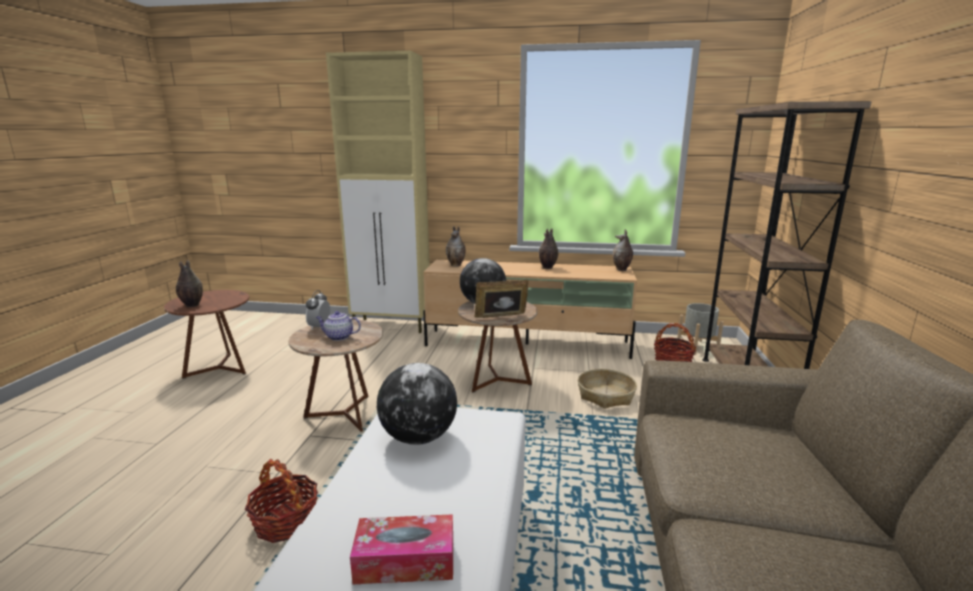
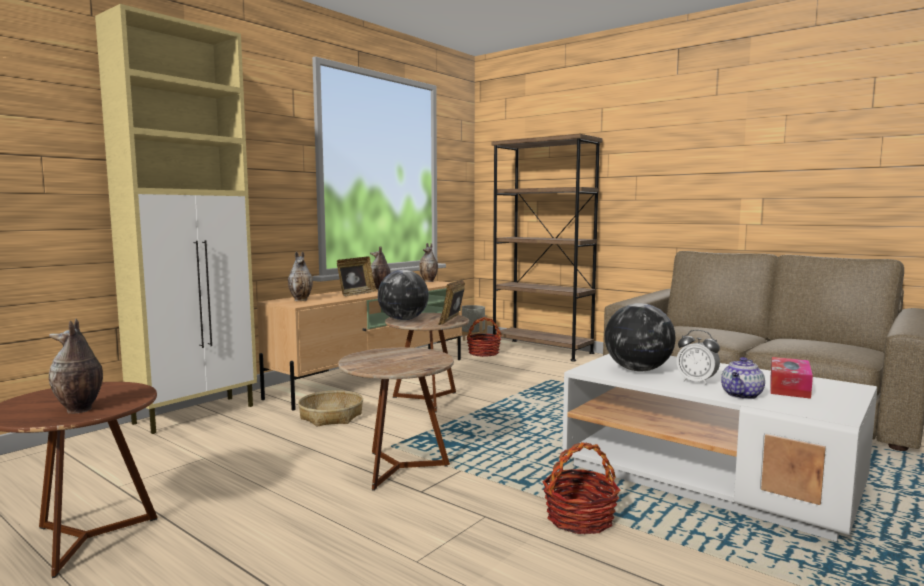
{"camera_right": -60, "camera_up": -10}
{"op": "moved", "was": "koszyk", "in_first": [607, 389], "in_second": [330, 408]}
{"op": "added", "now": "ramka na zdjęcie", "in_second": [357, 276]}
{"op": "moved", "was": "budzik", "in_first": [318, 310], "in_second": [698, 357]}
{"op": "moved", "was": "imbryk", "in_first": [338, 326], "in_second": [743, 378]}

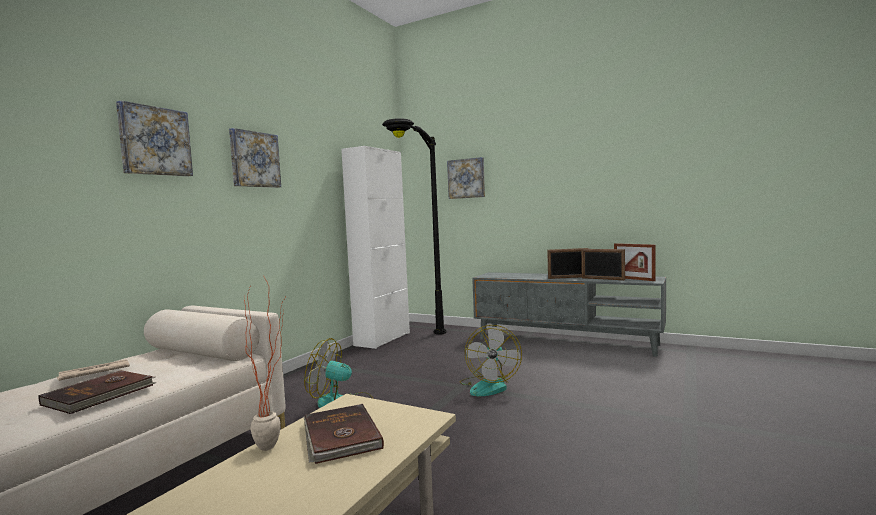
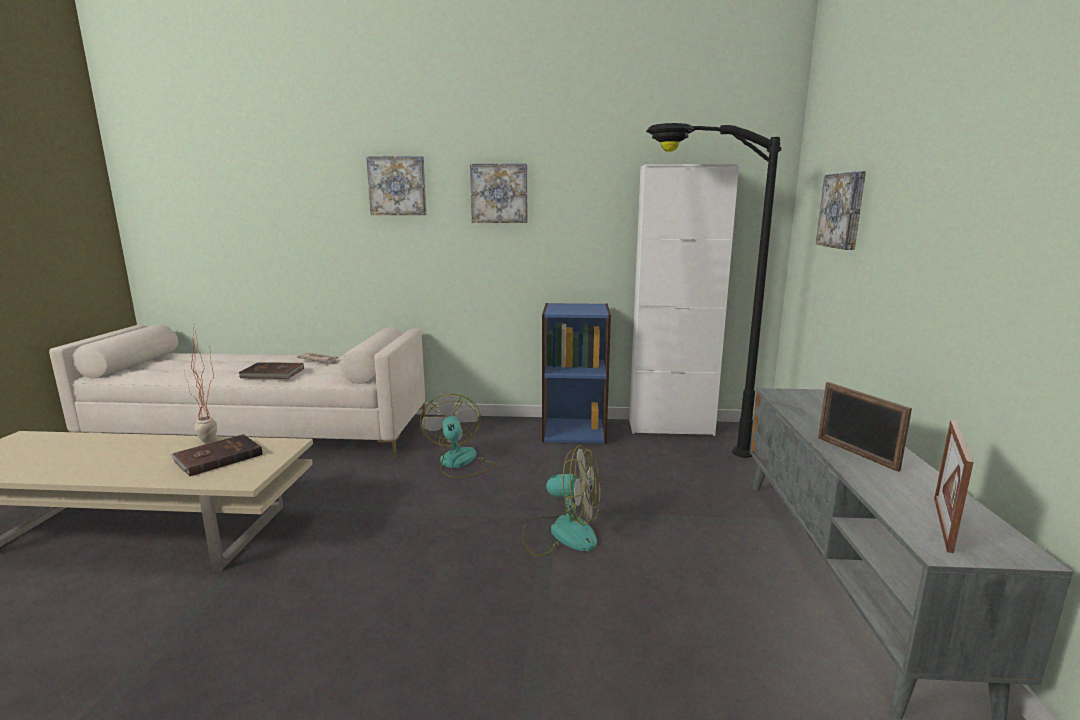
{"camera_right": 65, "camera_up": 10}
{"op": "turned", "was": "wentylator", "in_first": [491, 360], "in_second": [560, 500], "clockwise": -150}
{"op": "added", "now": "regał [niebieski]", "in_second": [576, 373]}
{"op": "removed", "was": "ramka na zdjęcie", "in_first": [603, 264]}

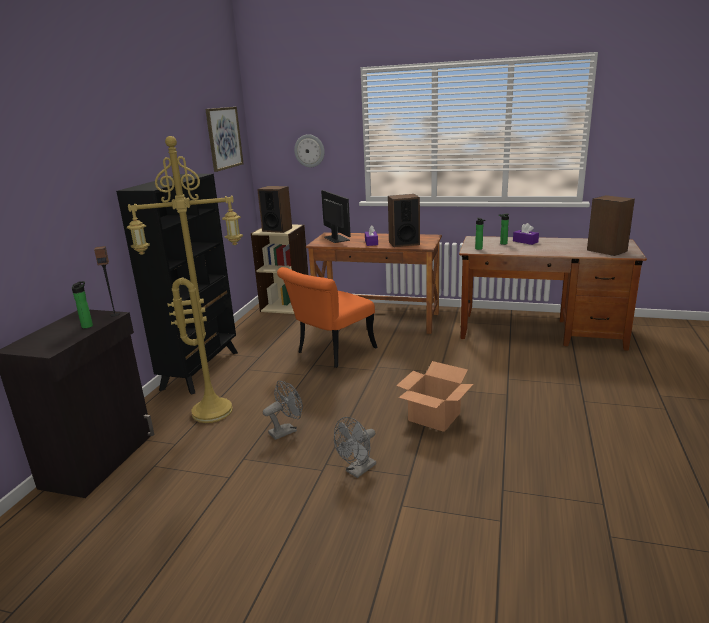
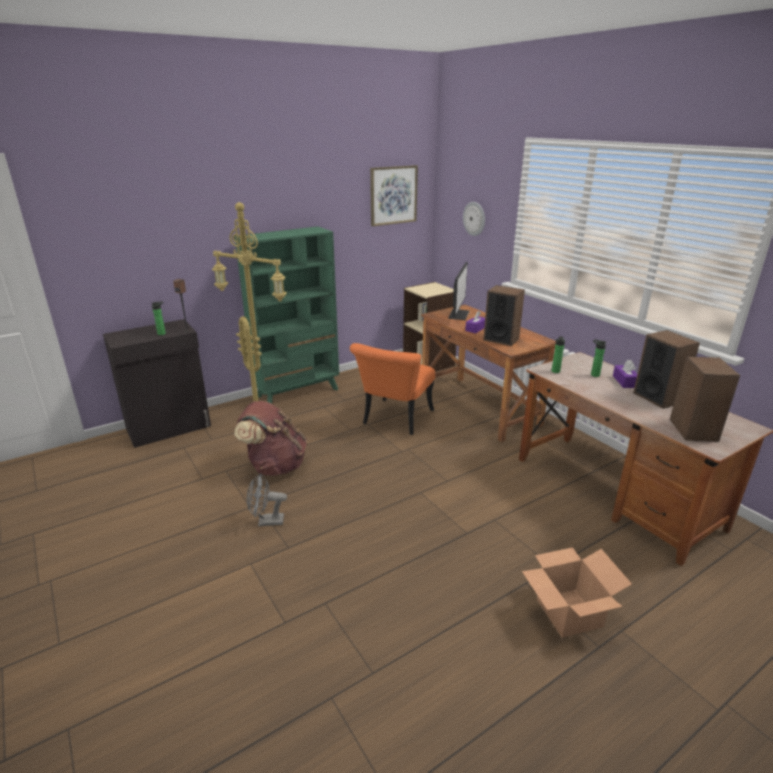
{"camera_right": 40, "camera_up": 5}
{"op": "recoloured", "was": "regał [czarny]", "now": "regał [zielony]", "in_first": [177, 284], "in_second": [287, 315]}
{"op": "replaced", "was": "wentylator [szary]", "now": "plecak [brązowy]", "in_first": [283, 410], "in_second": [271, 438]}
{"op": "turned", "was": "krzesło [pomarańczowy]", "in_first": [327, 317], "in_second": [392, 389], "clockwise": -60}
{"op": "moved", "was": "karton", "in_first": [434, 396], "in_second": [577, 592]}
{"op": "moved", "was": "głośnik", "in_first": [274, 209], "in_second": [666, 369]}

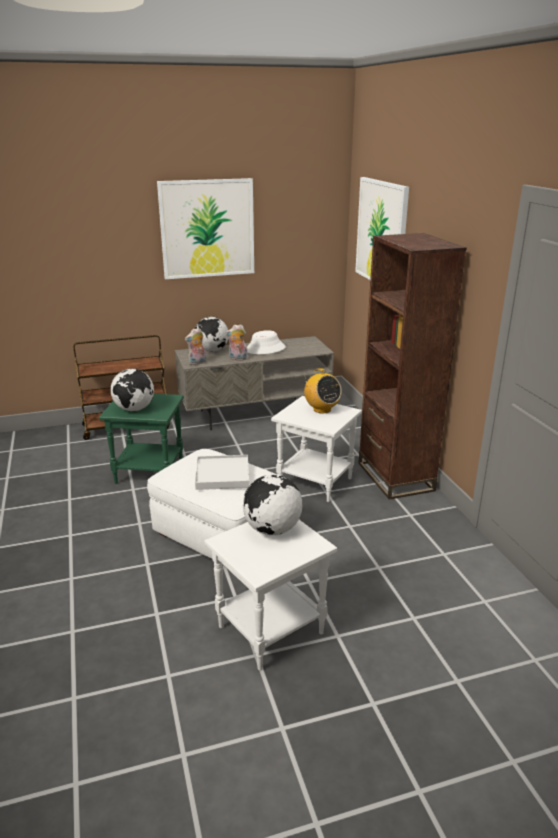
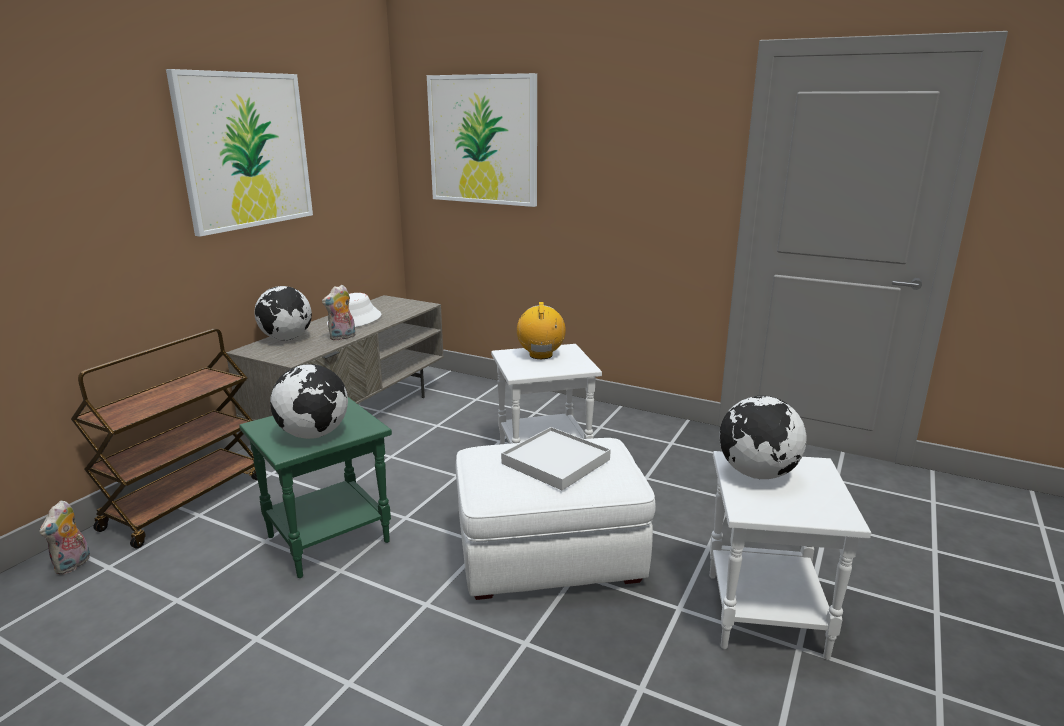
{"camera_right": -45, "camera_up": -5}
{"op": "moved", "was": "pluszak", "in_first": [195, 346], "in_second": [65, 537]}
{"op": "turned", "was": "radio", "in_first": [323, 390], "in_second": [541, 330], "clockwise": -105}
{"op": "removed", "was": "regał [brązowy]", "in_first": [412, 366]}

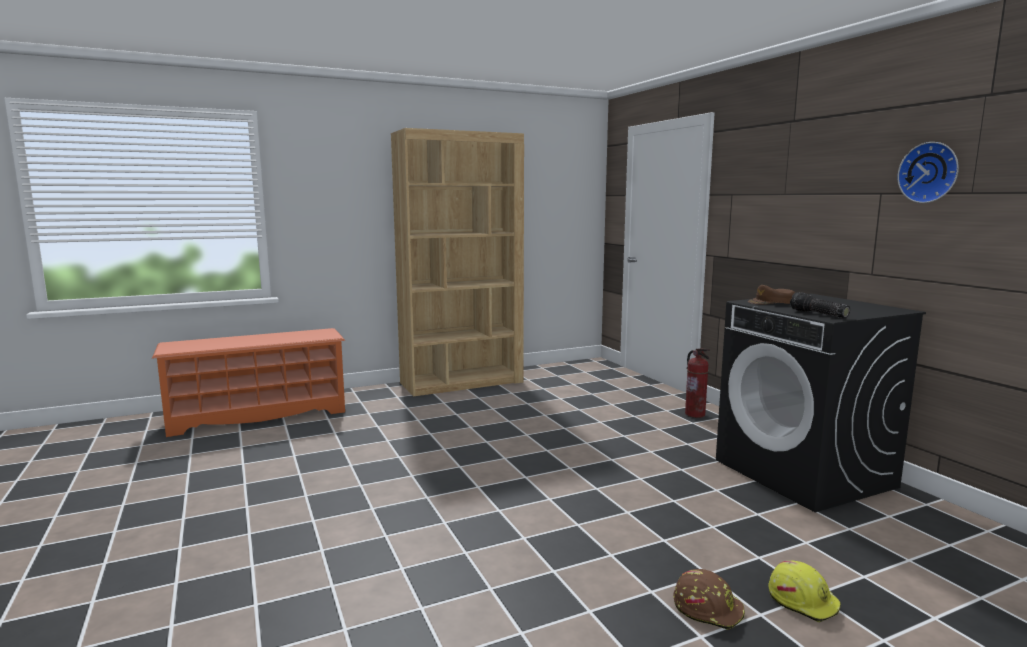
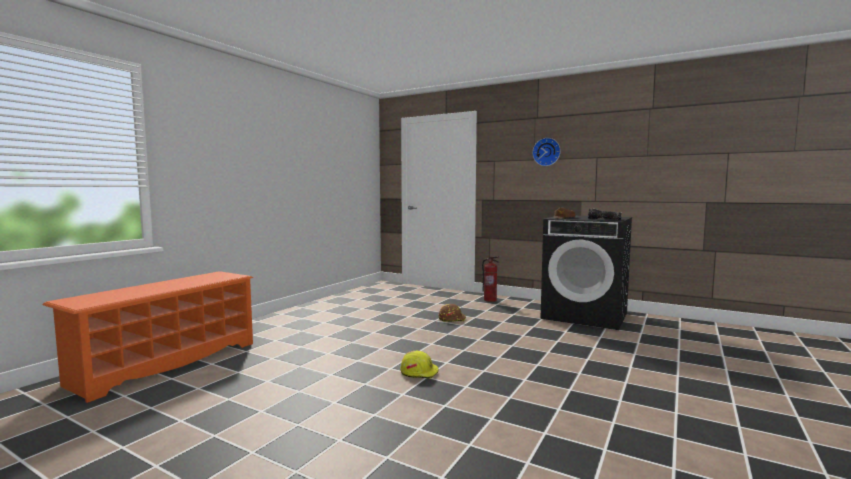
{"camera_right": -35, "camera_up": -5}
{"op": "moved", "was": "kask [żółty]", "in_first": [804, 591], "in_second": [419, 365]}
{"op": "moved", "was": "kask [brązowy]", "in_first": [709, 599], "in_second": [452, 313]}
{"op": "moved", "was": "zegar ścienny", "in_first": [928, 172], "in_second": [546, 152]}
{"op": "removed", "was": "regał [brązowy]", "in_first": [457, 262]}

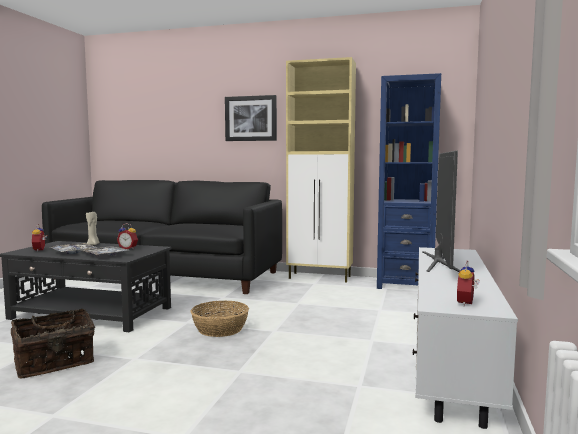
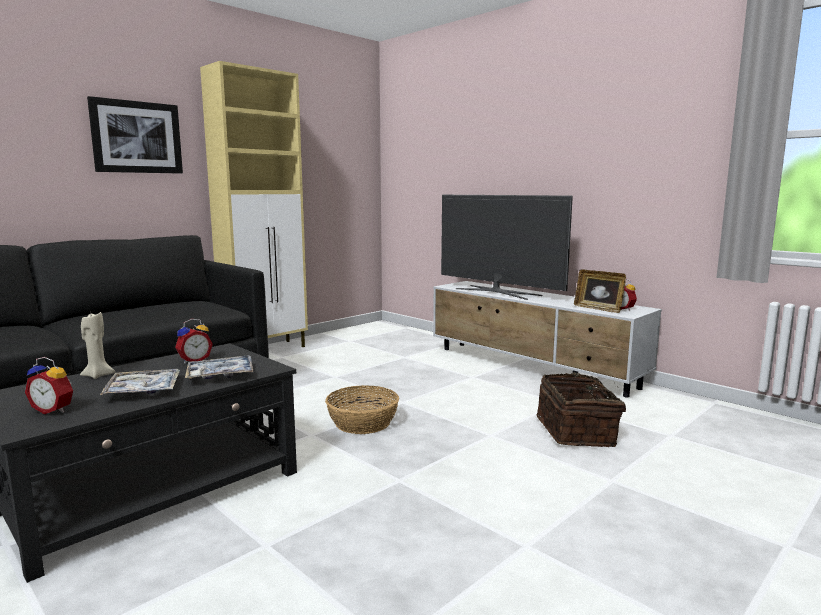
{"camera_right": -60, "camera_up": 5}
{"op": "moved", "was": "koszyk", "in_first": [53, 343], "in_second": [581, 409]}
{"op": "added", "now": "ramka na zdjęcie", "in_second": [600, 291]}
{"op": "removed", "was": "regał [niebieski]", "in_first": [409, 181]}

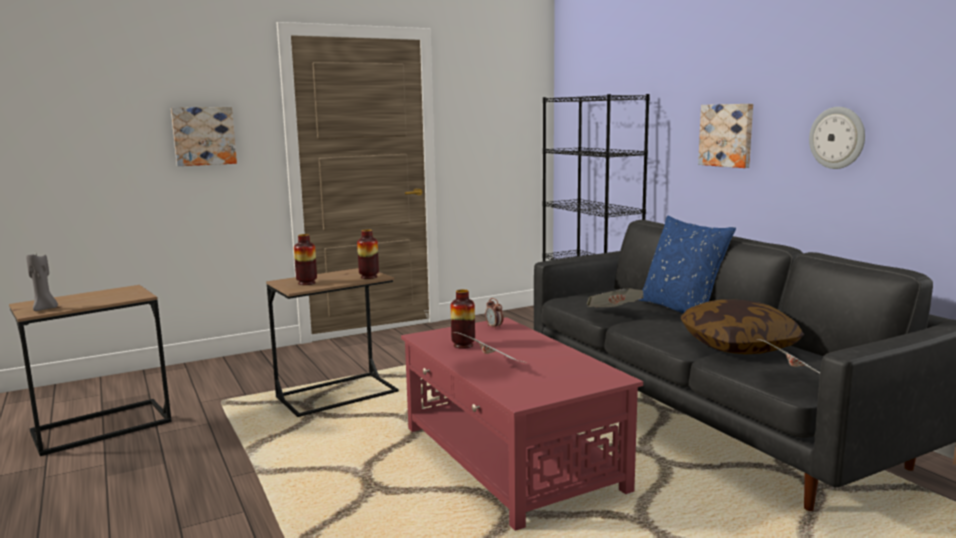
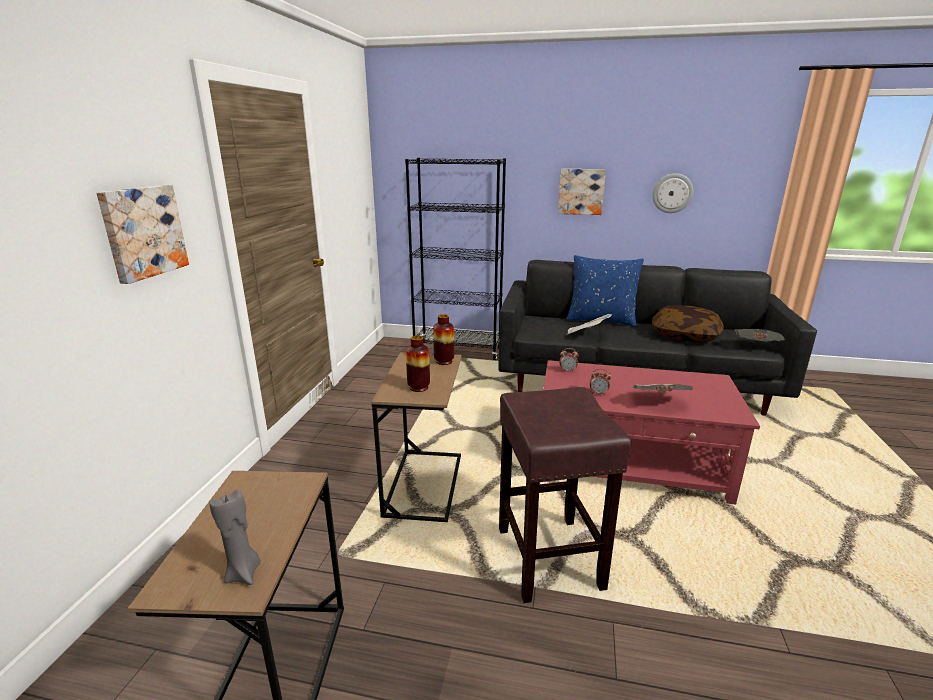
{"camera_right": -50, "camera_up": 10}
{"op": "added", "now": "stołek [brązowy]", "in_second": [565, 495]}
{"op": "replaced", "was": "wazon", "now": "budzik", "in_first": [463, 319], "in_second": [600, 382]}

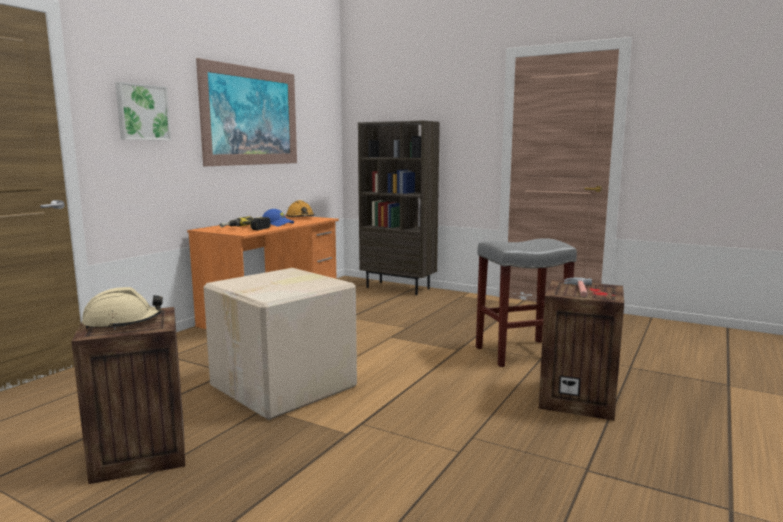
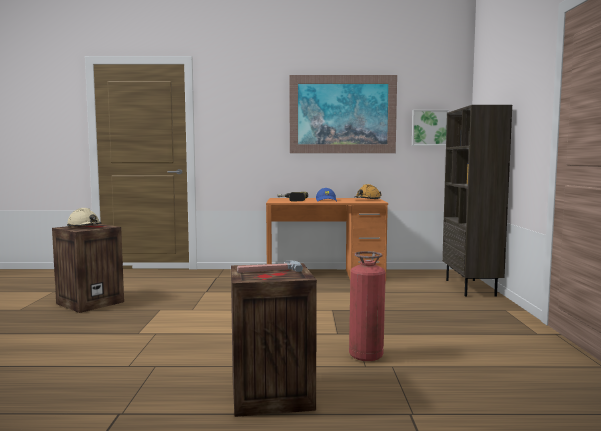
{"camera_right": 60, "camera_up": -5}
{"op": "replaced", "was": "stołek [szary]", "now": "gaśnica", "in_first": [526, 302], "in_second": [367, 306]}
{"op": "moved", "was": "obraz", "in_first": [143, 111], "in_second": [430, 128]}
{"op": "removed", "was": "karton", "in_first": [280, 344]}

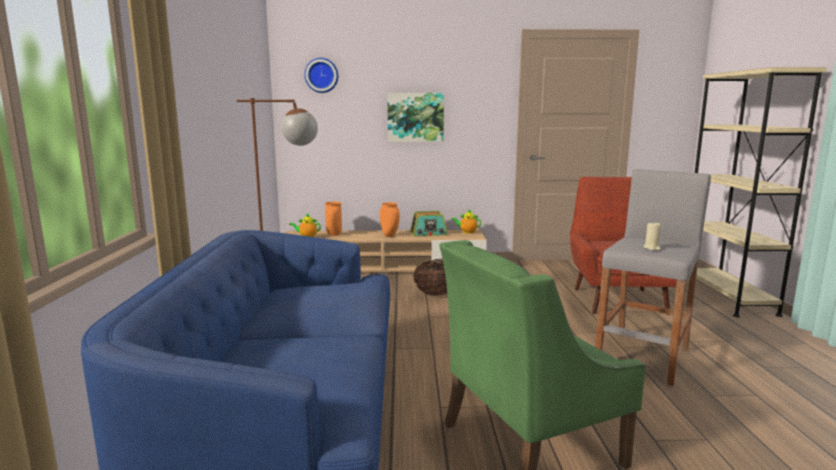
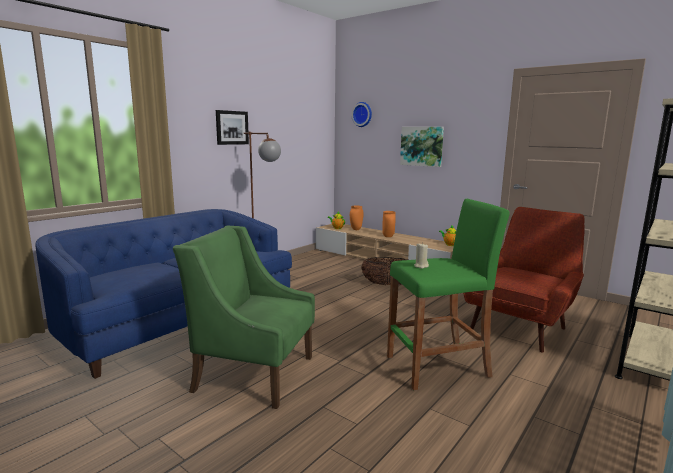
{"camera_right": 40, "camera_up": 0}
{"op": "added", "now": "obraz", "in_second": [232, 127]}
{"op": "recoloured", "was": "stołek [szary]", "now": "stołek [zielony]", "in_first": [653, 277], "in_second": [448, 294]}
{"op": "removed", "was": "radio", "in_first": [428, 224]}

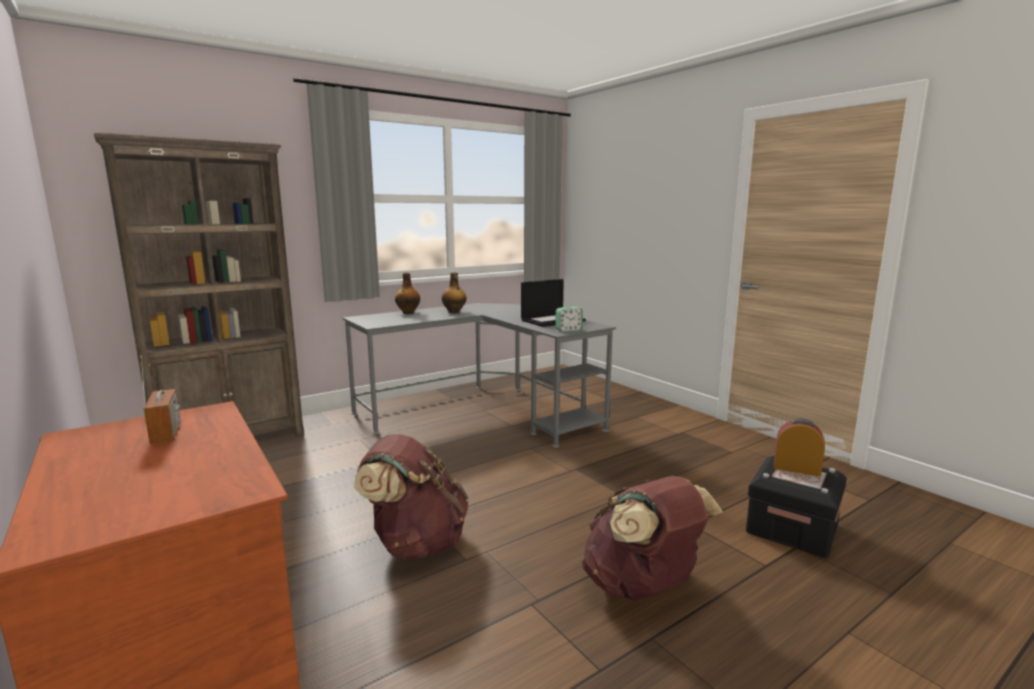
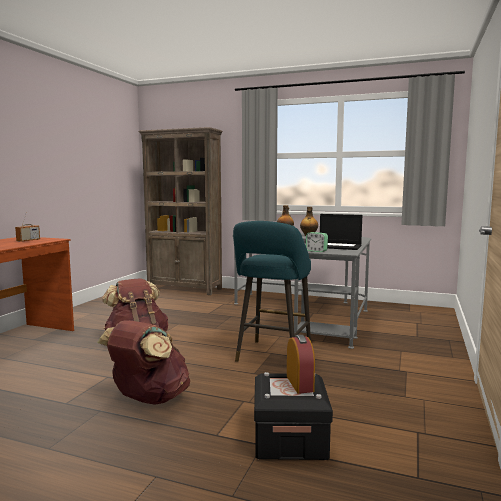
{"camera_right": 55, "camera_up": -5}
{"op": "added", "now": "stołek [turkusowy]", "in_second": [272, 291]}

